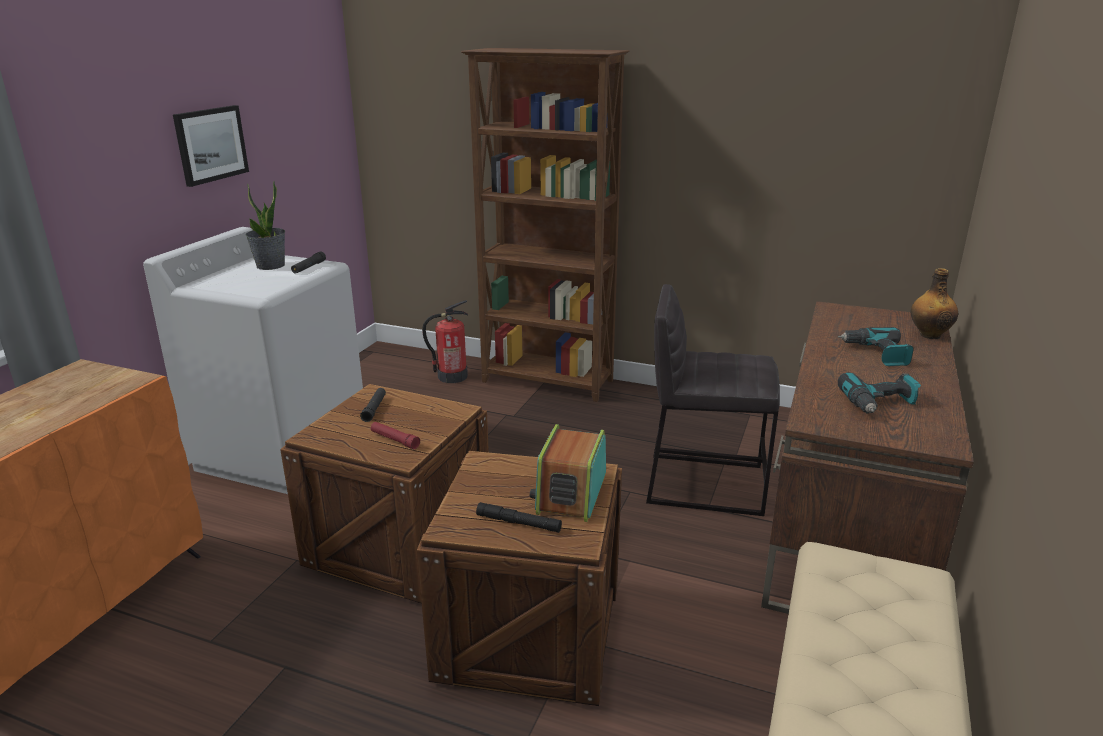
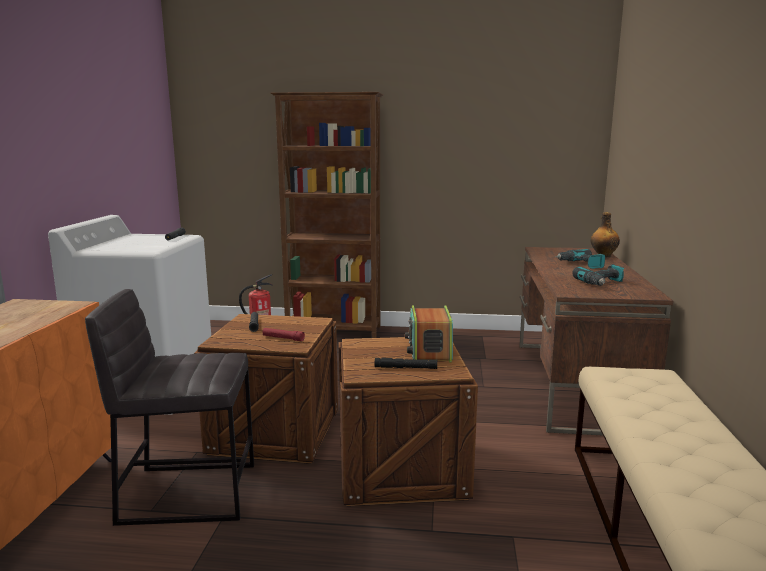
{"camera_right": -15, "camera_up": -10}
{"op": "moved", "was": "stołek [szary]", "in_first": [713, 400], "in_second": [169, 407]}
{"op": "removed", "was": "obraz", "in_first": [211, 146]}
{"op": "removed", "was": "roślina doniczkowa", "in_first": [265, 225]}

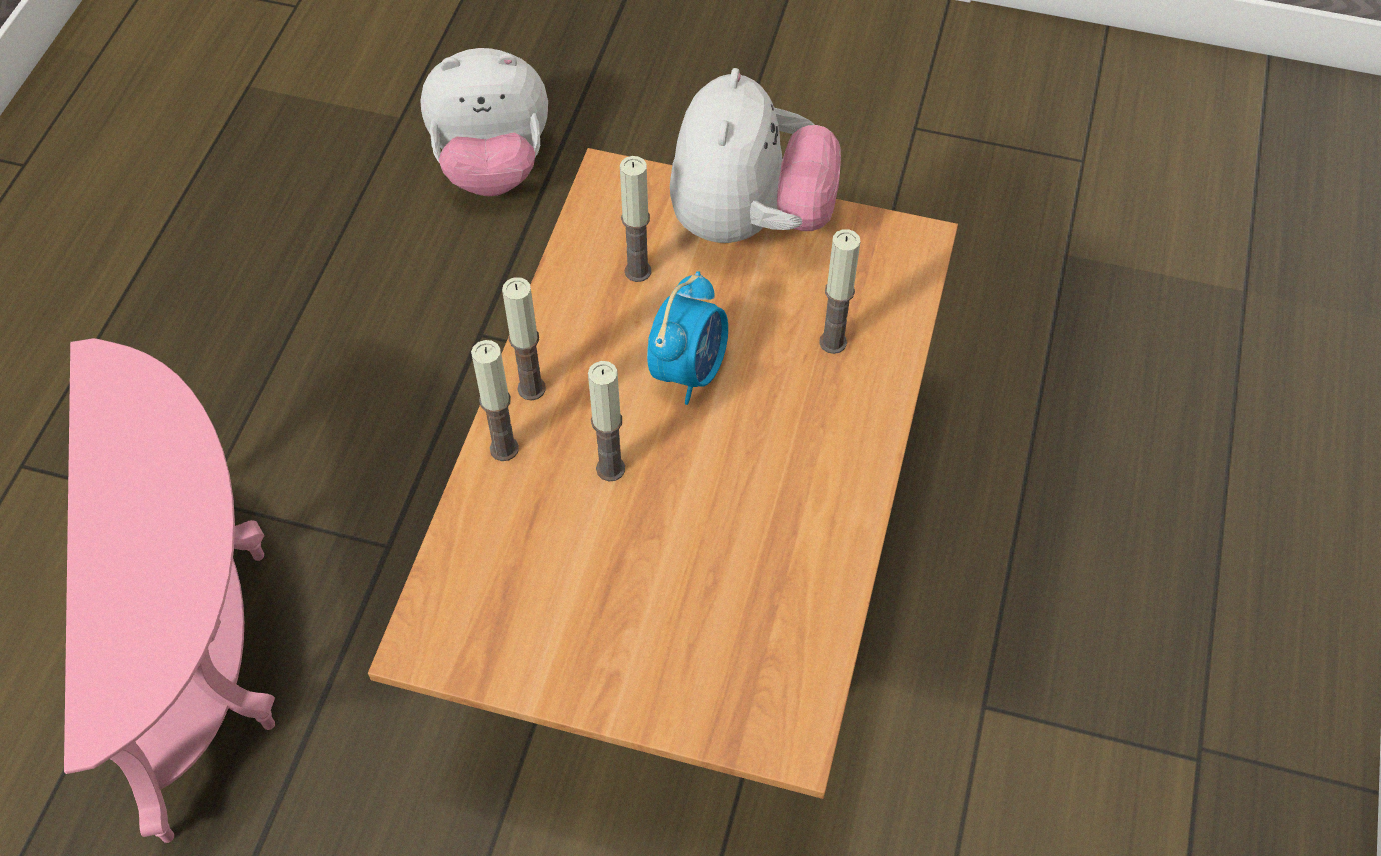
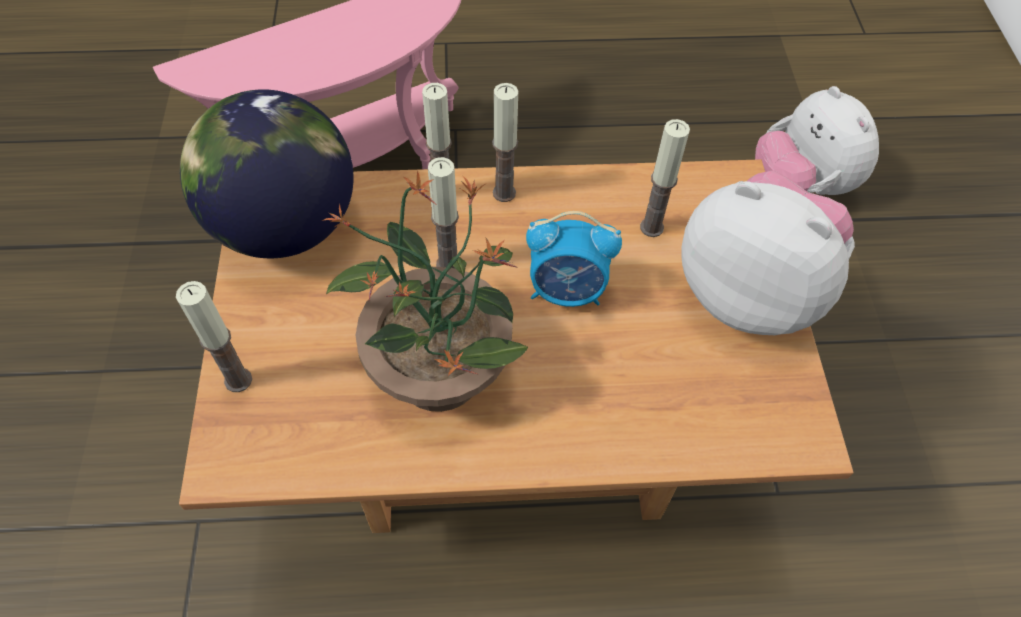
{"camera_right": 70, "camera_up": 0}
{"op": "moved", "was": "świeca", "in_first": [840, 291], "in_second": [214, 336]}
{"op": "added", "now": "globus", "in_second": [266, 174]}
{"op": "added", "now": "roślina doniczkowa", "in_second": [425, 291]}
{"op": "turned", "was": "pluszak", "in_first": [755, 155], "in_second": [768, 252], "clockwise": -135}

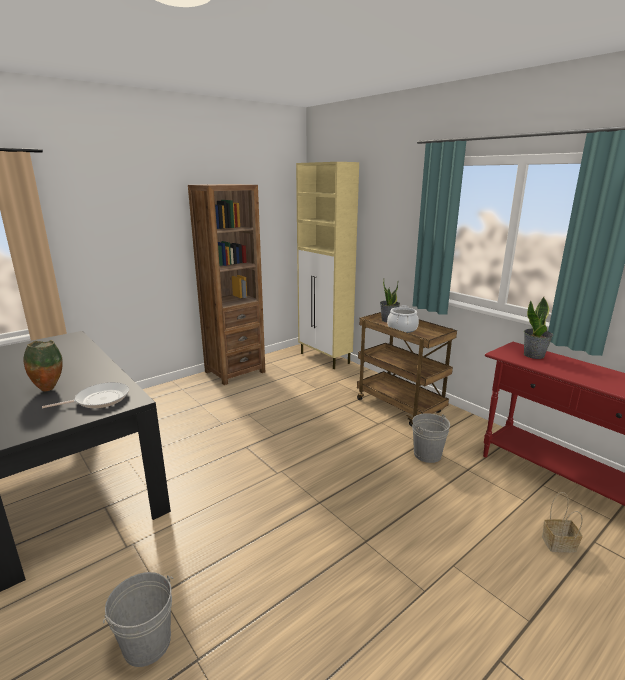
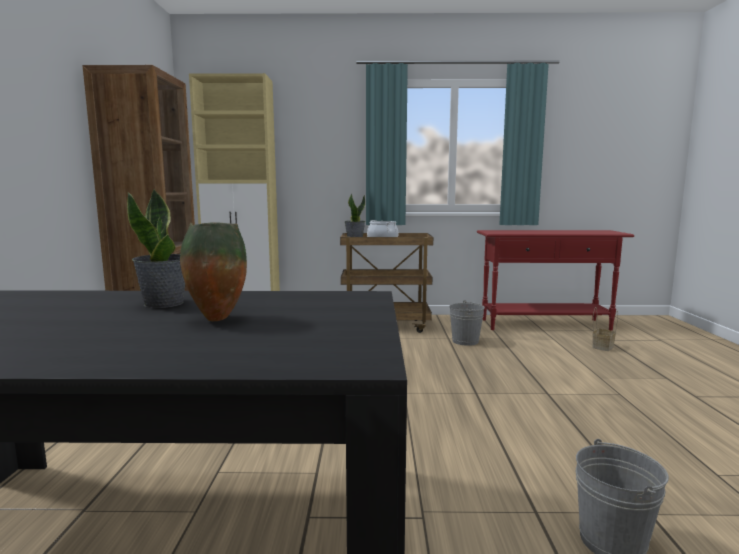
{"camera_right": -50, "camera_up": -10}
{"op": "moved", "was": "roślina doniczkowa", "in_first": [538, 328], "in_second": [156, 248]}
{"op": "removed", "was": "patelnia", "in_first": [85, 395]}

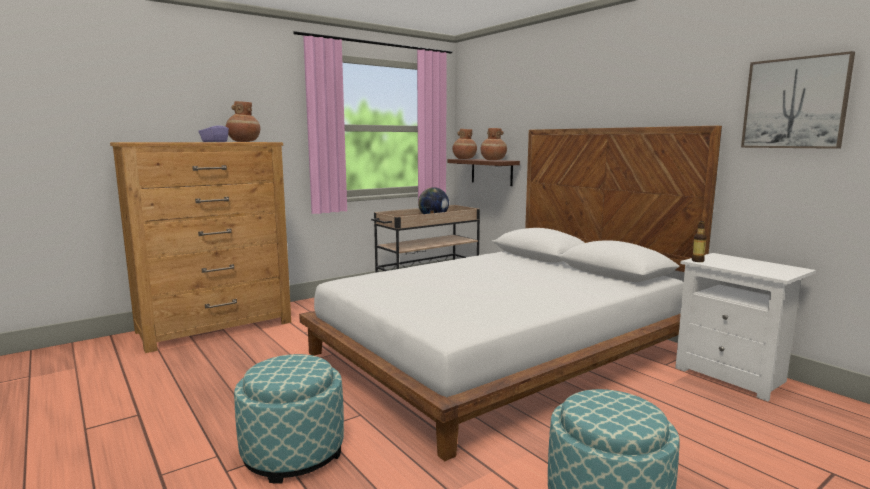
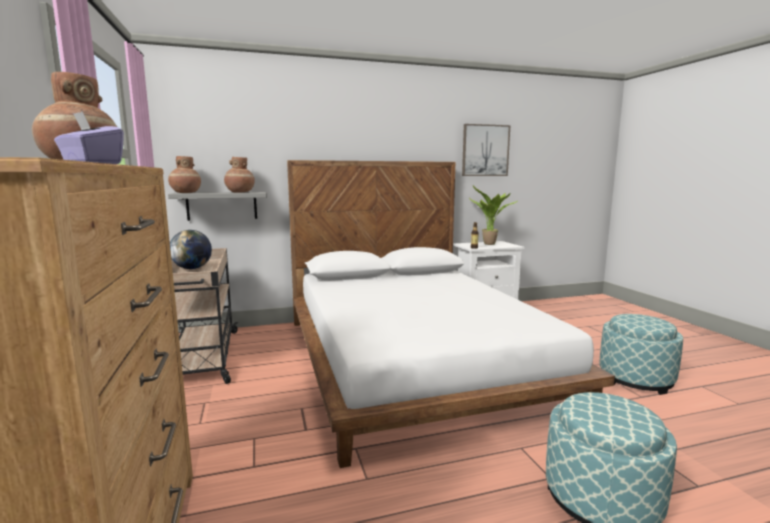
{"camera_right": -70, "camera_up": 0}
{"op": "recoloured", "was": "półka [brązowy]", "now": "półka [szary]", "in_first": [484, 172], "in_second": [217, 206]}
{"op": "added", "now": "roślina doniczkowa", "in_second": [493, 215]}

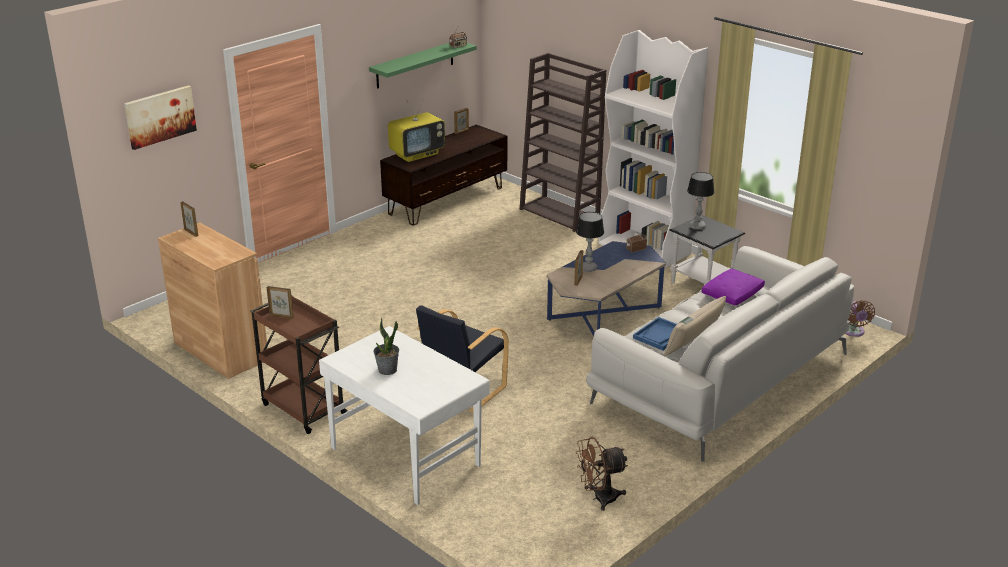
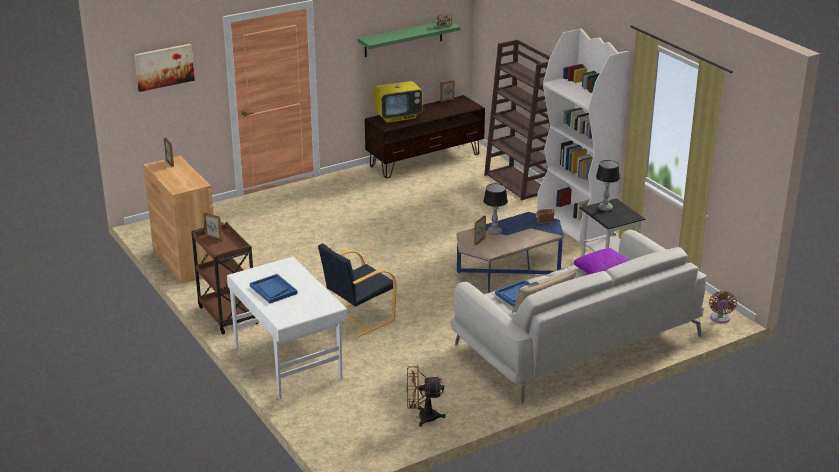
{"camera_right": 15, "camera_up": 0}
{"op": "replaced", "was": "roślina doniczkowa", "now": "taca [niebieski]", "in_first": [386, 346], "in_second": [274, 288]}

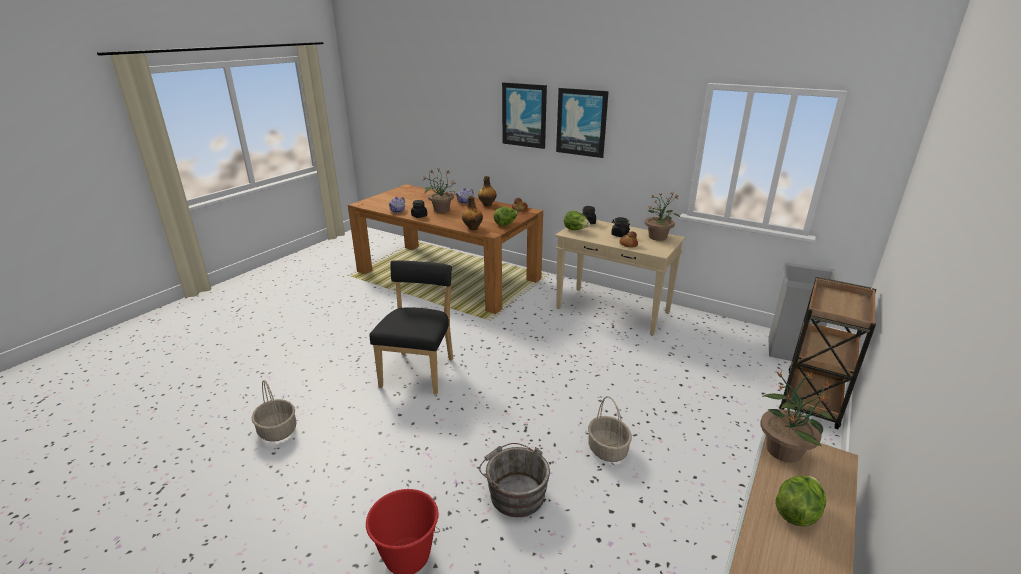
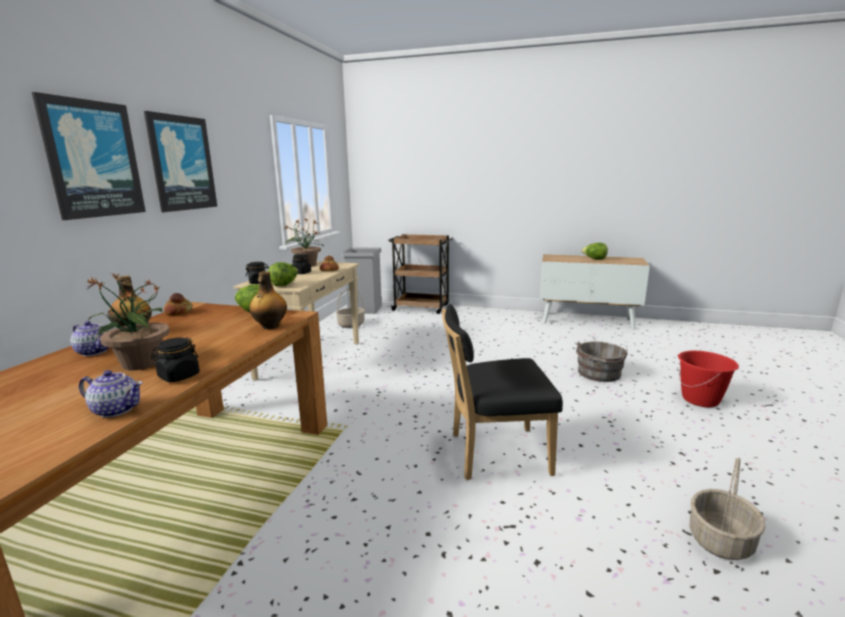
{"camera_right": -105, "camera_up": -10}
{"op": "moved", "was": "koszyk", "in_first": [610, 429], "in_second": [350, 308]}
{"op": "removed", "was": "roślina doniczkowa", "in_first": [796, 417]}

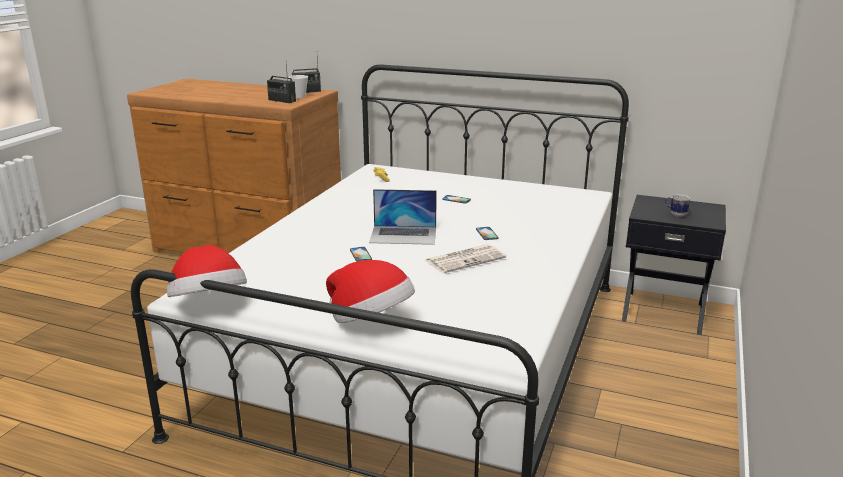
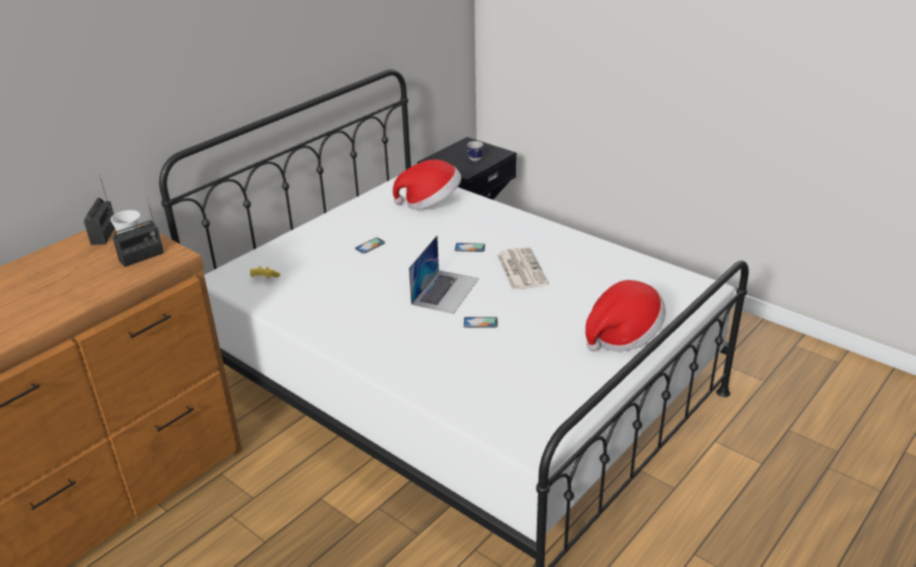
{"camera_right": -70, "camera_up": 10}
{"op": "moved", "was": "kapelusz", "in_first": [207, 271], "in_second": [427, 185]}

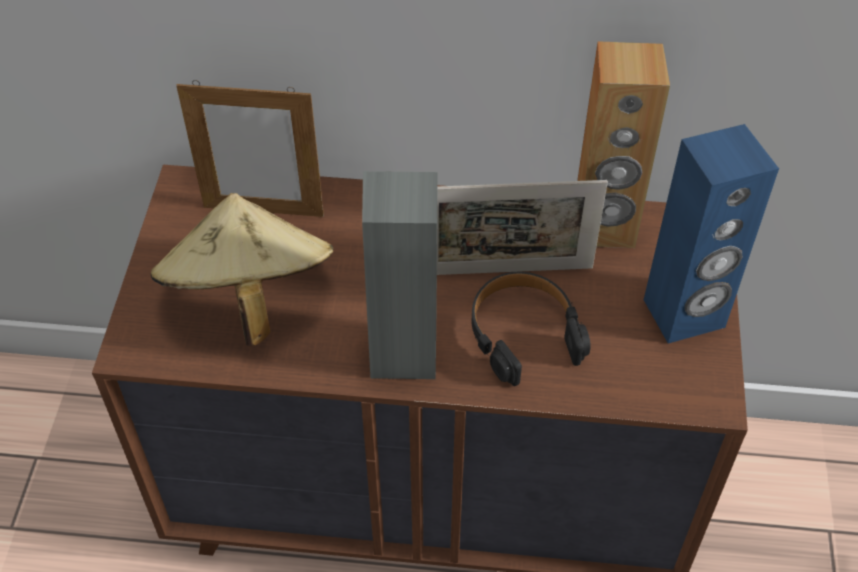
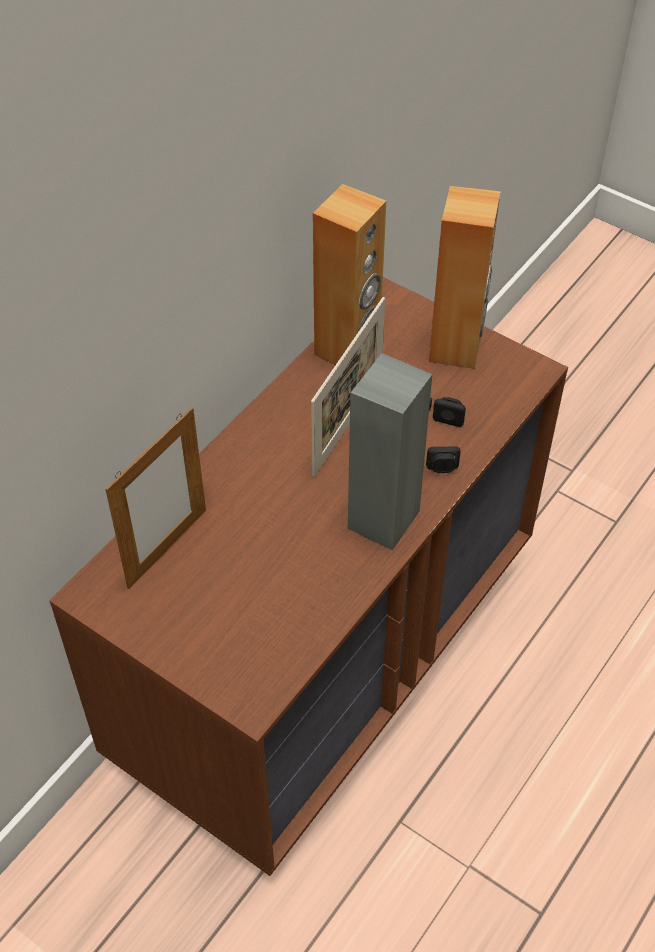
{"camera_right": -60, "camera_up": 0}
{"op": "recoloured", "was": "głośnik [niebieski]", "now": "głośnik [brązowy]", "in_first": [711, 233], "in_second": [465, 277]}
{"op": "removed", "was": "kapelusz [beżowy]", "in_first": [242, 269]}

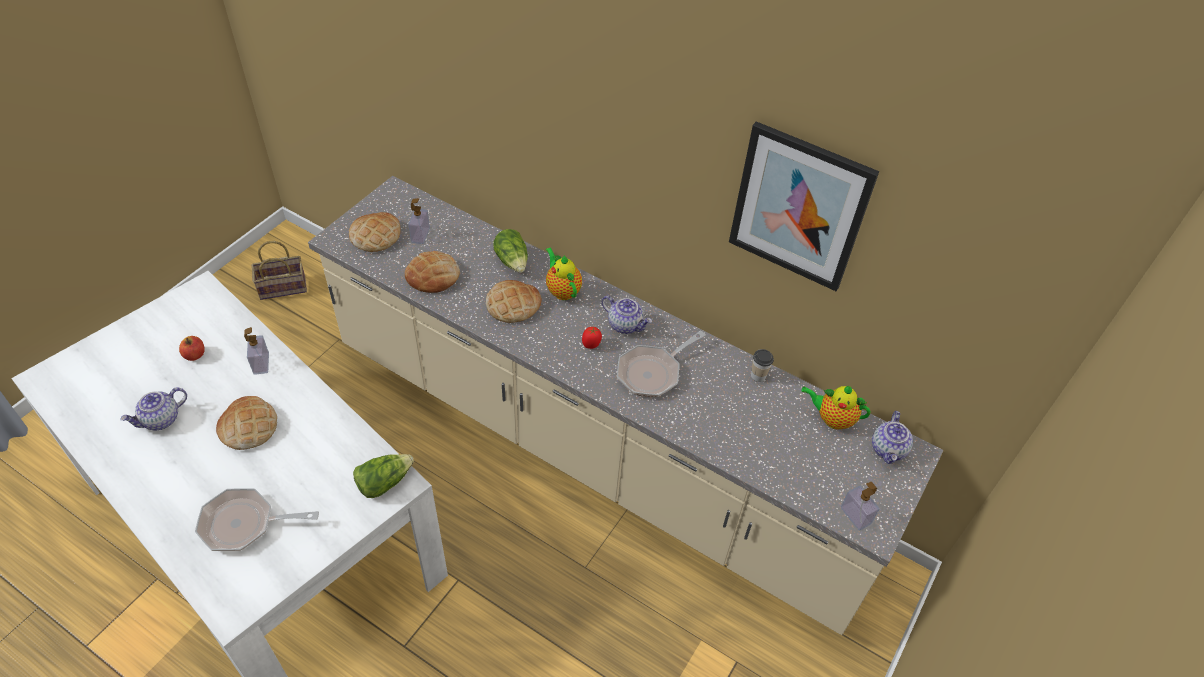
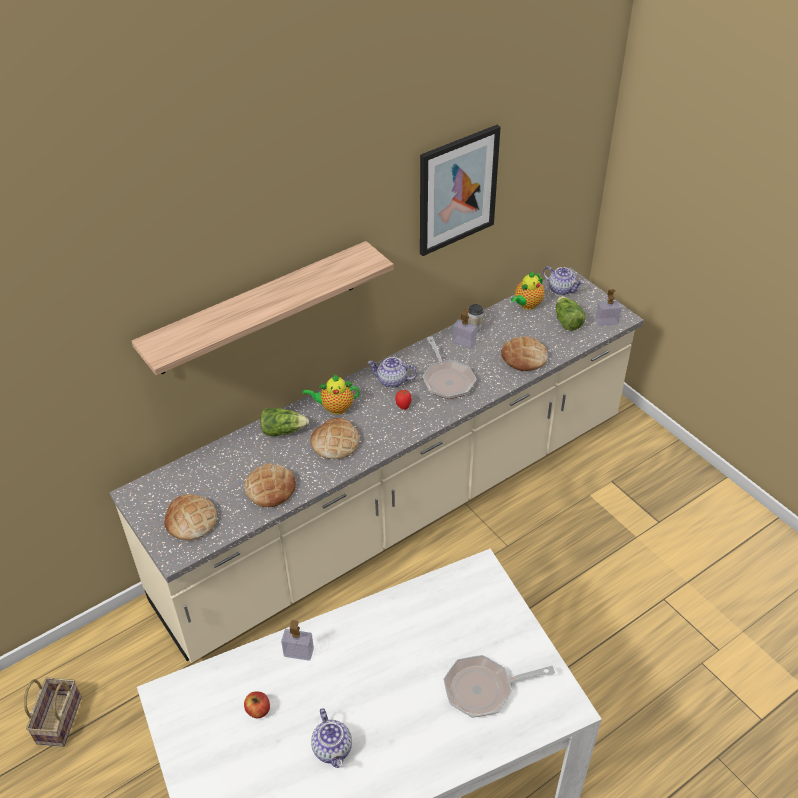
{"camera_right": -65, "camera_up": -5}
{"op": "added", "now": "półka", "in_second": [263, 308]}
{"op": "turned", "was": "imbryk", "in_first": [626, 314], "in_second": [392, 372], "clockwise": -135}
{"op": "turned", "was": "patelnia", "in_first": [257, 519], "in_second": [499, 686], "clockwise": 60}
{"op": "moved", "was": "dozownik mydła", "in_first": [419, 221], "in_second": [464, 329]}
{"op": "moved", "was": "chleb", "in_first": [246, 423], "in_second": [524, 353]}
{"op": "moved", "was": "sałata", "in_first": [383, 476], "in_second": [570, 313]}

